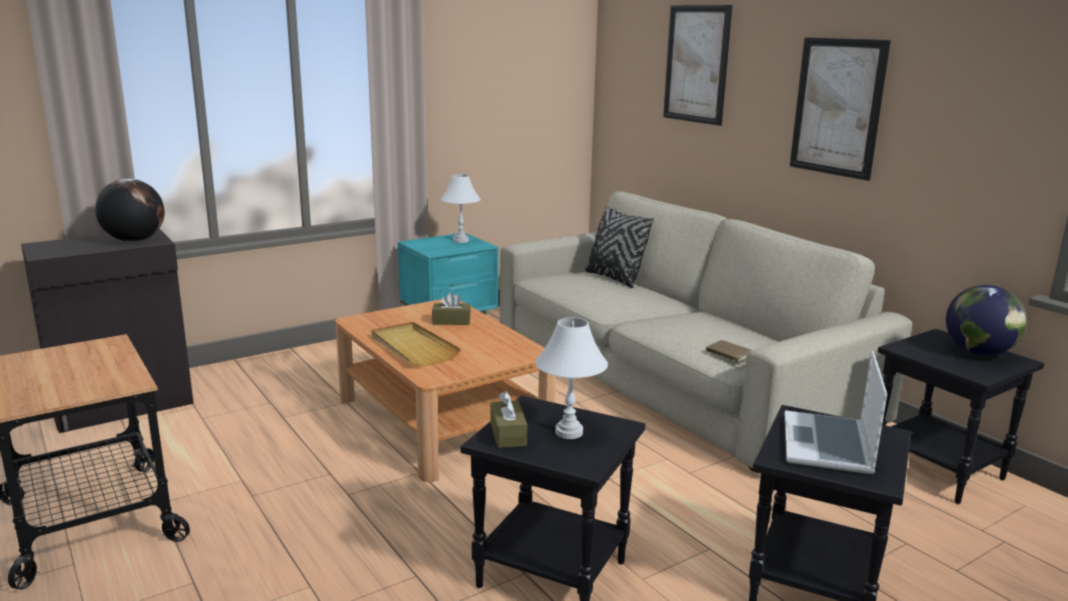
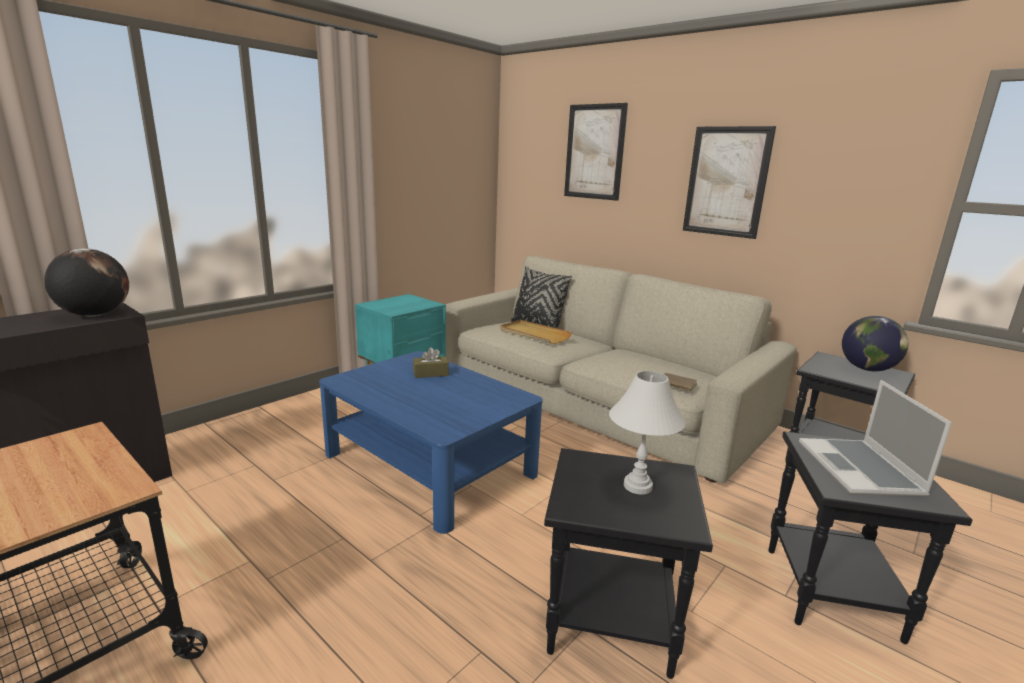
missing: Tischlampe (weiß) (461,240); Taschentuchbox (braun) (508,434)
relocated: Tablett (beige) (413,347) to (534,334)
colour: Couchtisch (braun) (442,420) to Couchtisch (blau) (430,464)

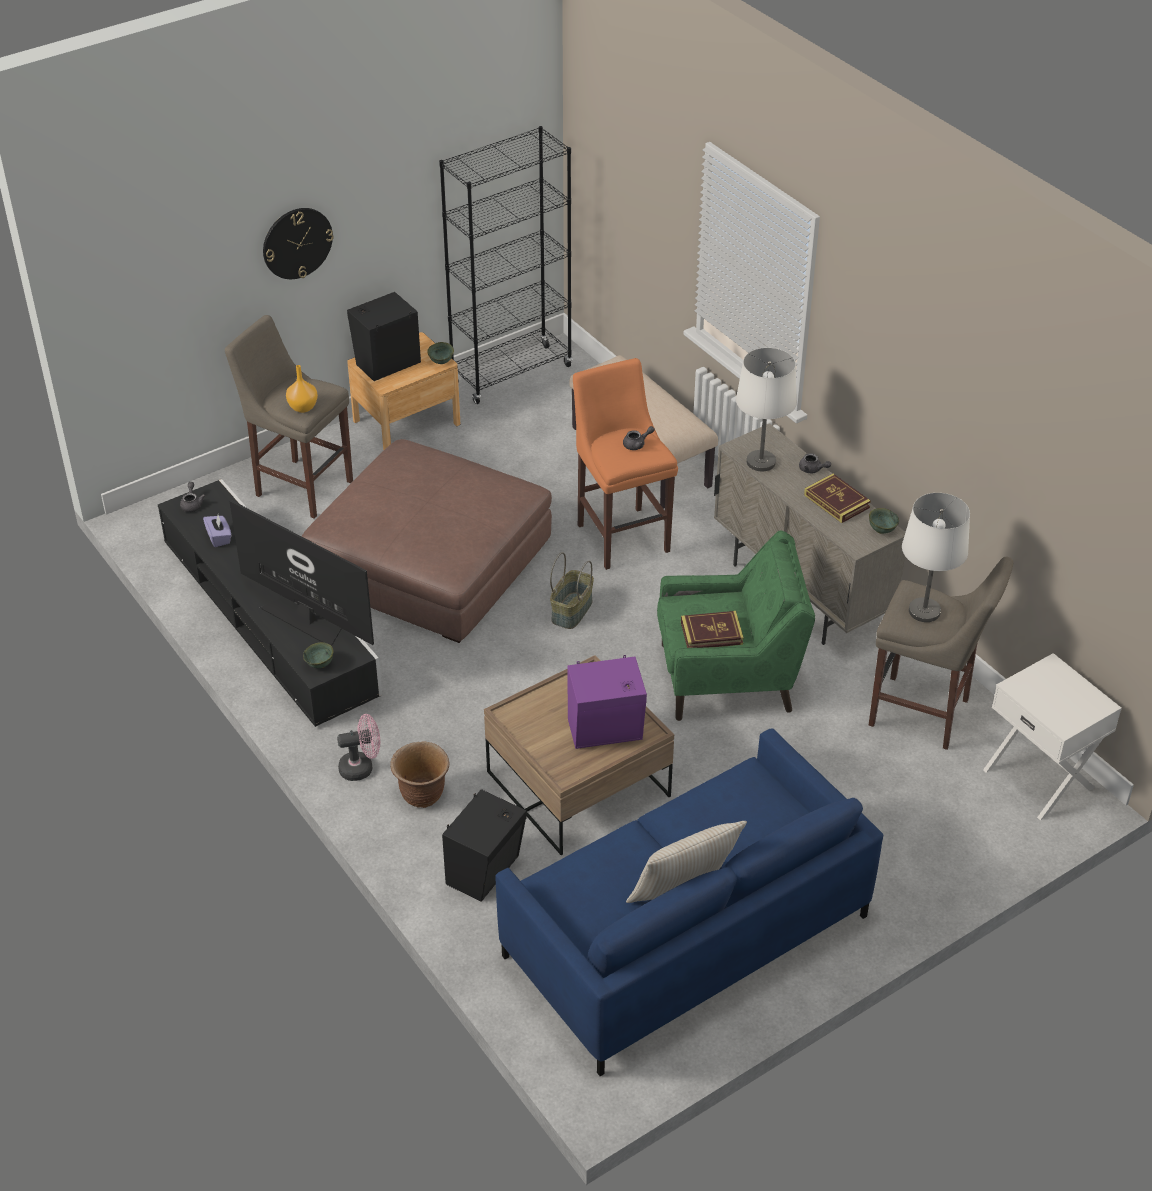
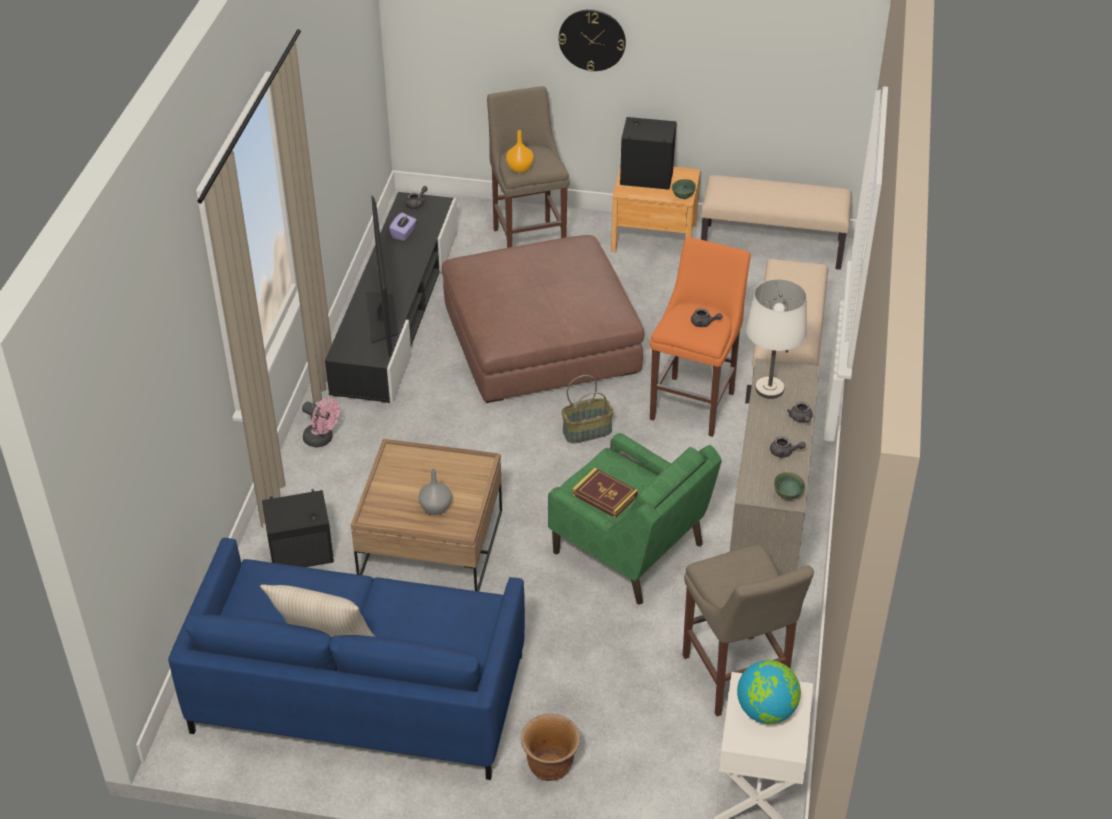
missing: Tischlampe (weiß) (924,611); Schüssel (grün) (320,665)
appeared: Globus (766,711)
relocated: Pflanzkübel (braun) (422,795) to (550,766)
exchanged: Bücherregal (schwarz) (511,374) to Bank (beige) (772,246); Buch (836,501) to Teekanne (grau) (784,452); Lautsprecher (lila) (607,732) to Vase (grau) (436,508)

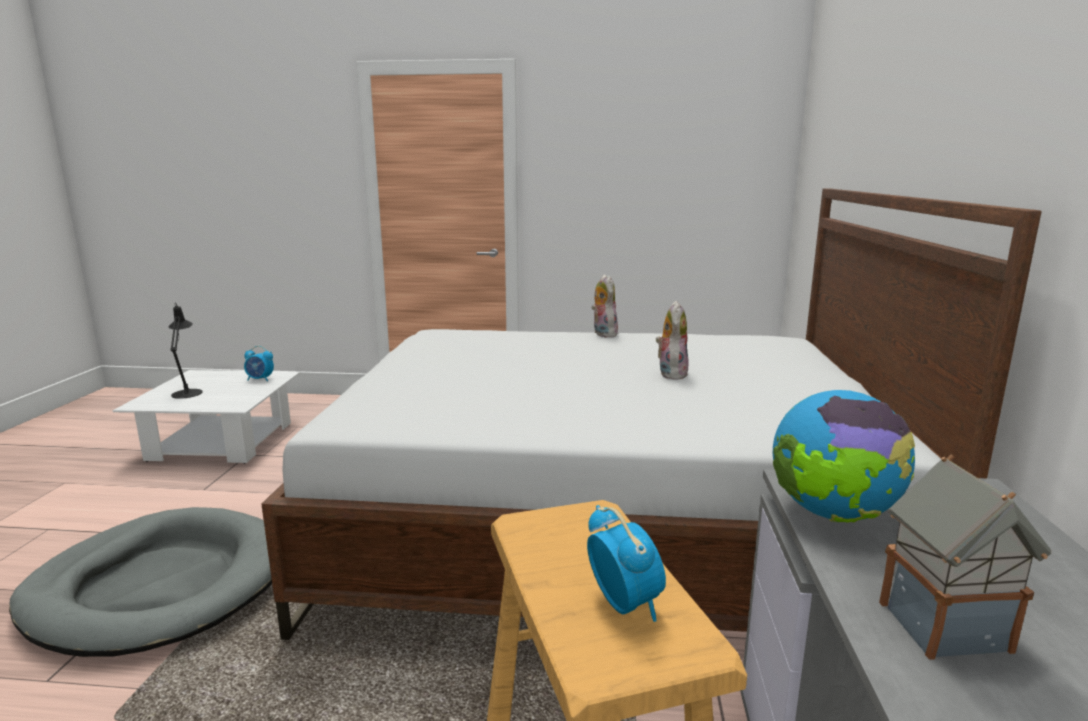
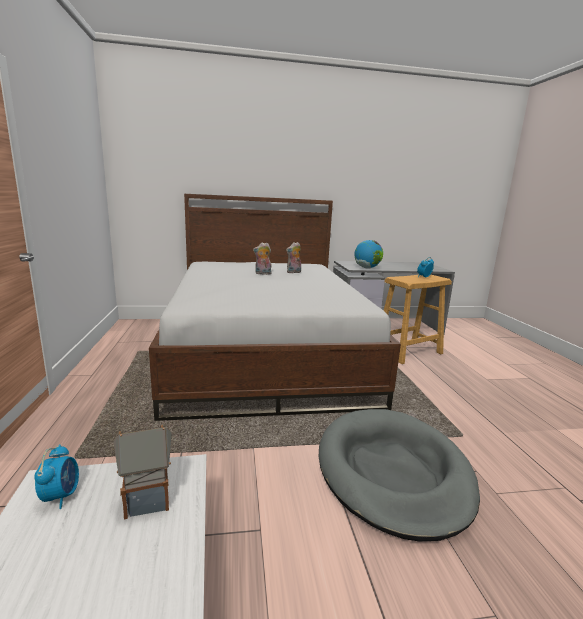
missing: Tischlampe (schwarz) (188,392)
relocated: Plüschtier (603,334) to (293,272); Spielzeughaus (946,629) to (148,498)

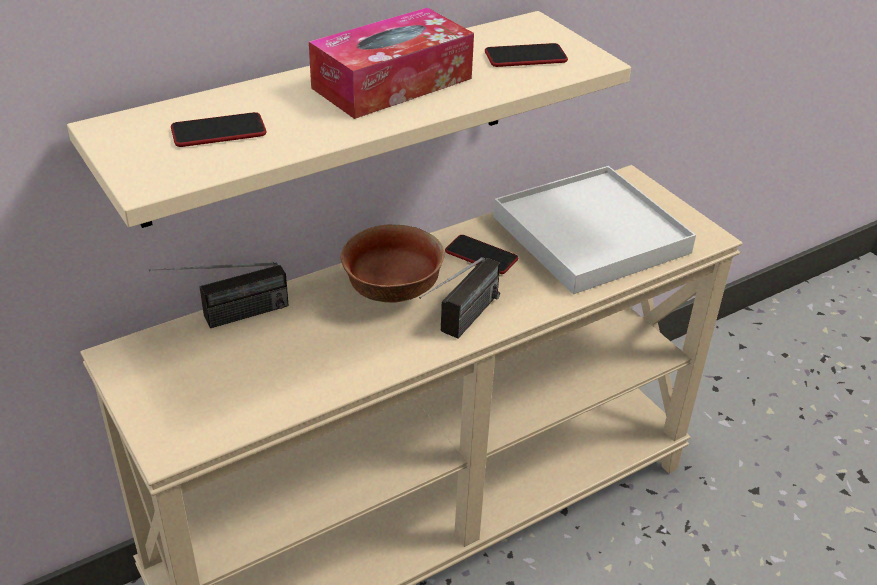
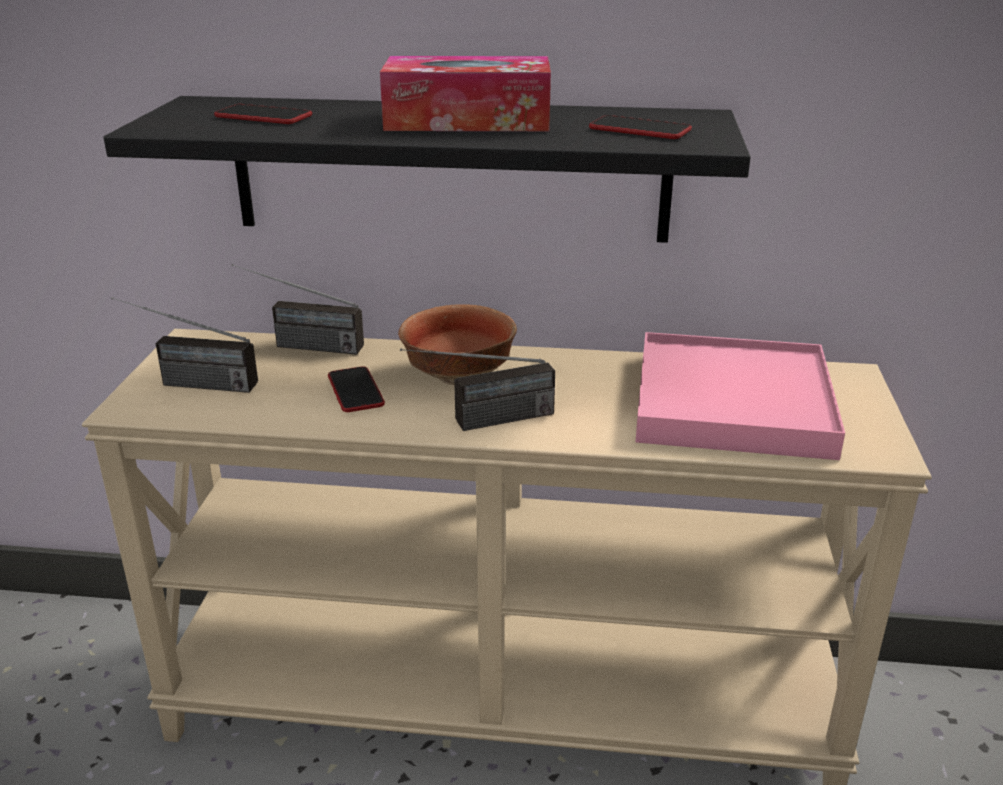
appeared: Radio (186,383)
relocated: Handy (481,255) to (355,391)
colour: Wandregal (beige) (331,117) to Wandregal (schwarz) (449,169); Tablett (weiß) (590,235) to Tablett (rosa) (731,403)

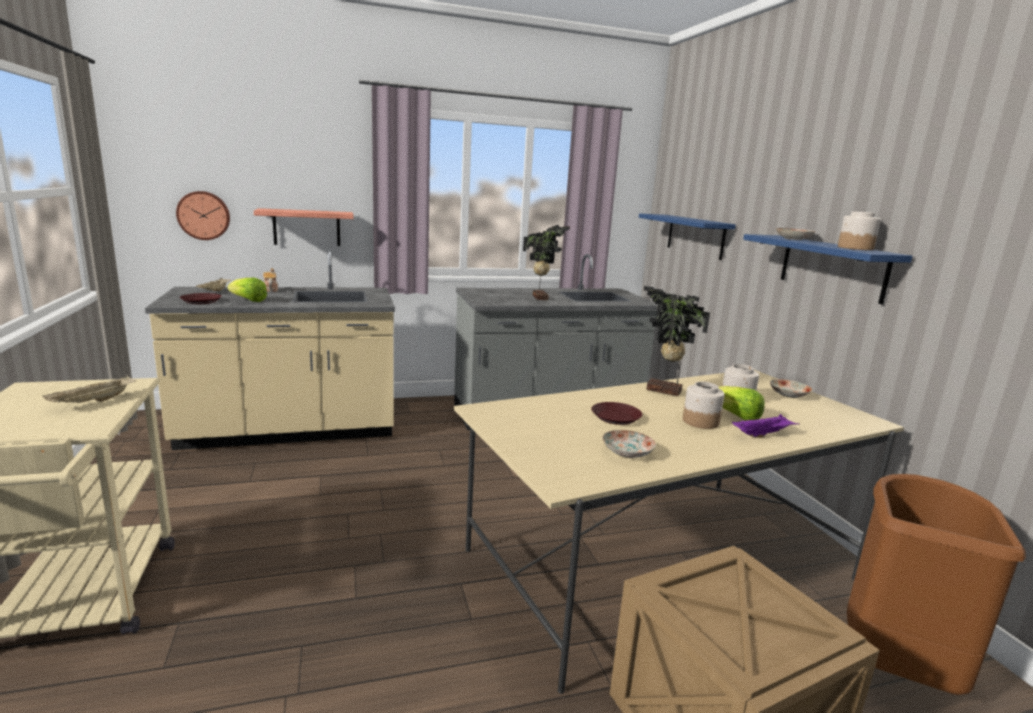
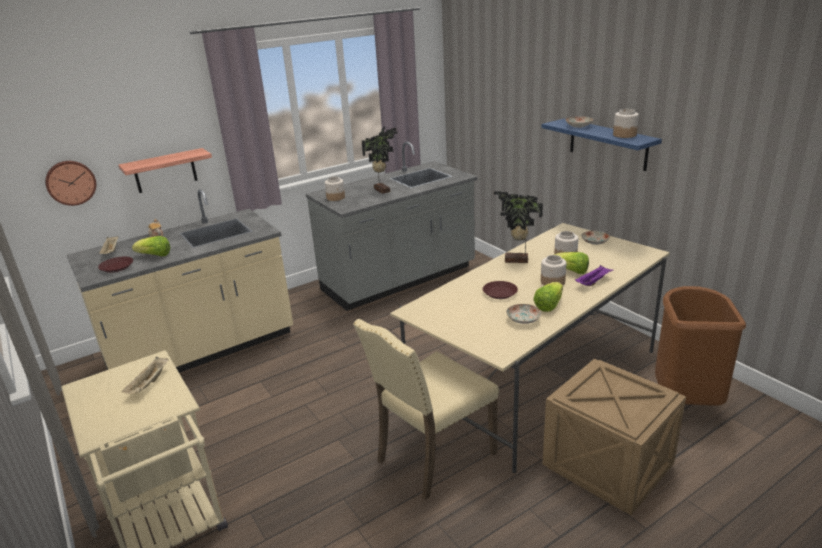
missing: Wandregal (blau) (695,236)
appeared: Vorratsglas (336,198); Salatkopf (548,305); Stuhl (beige) (432,457)

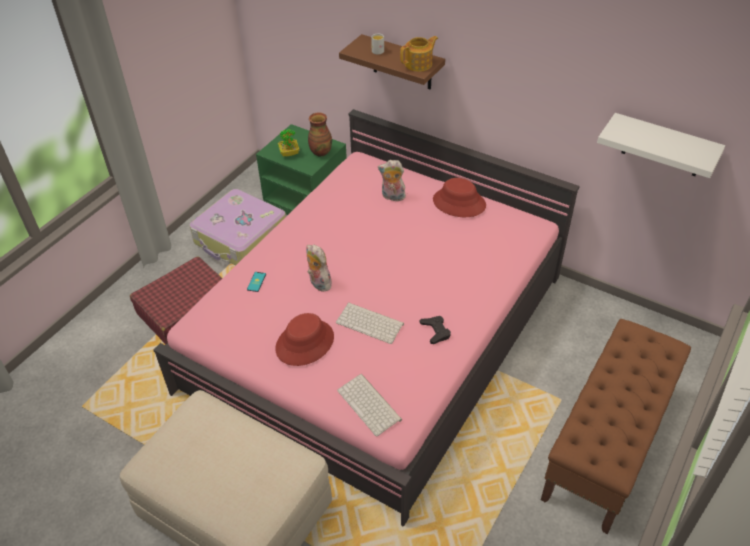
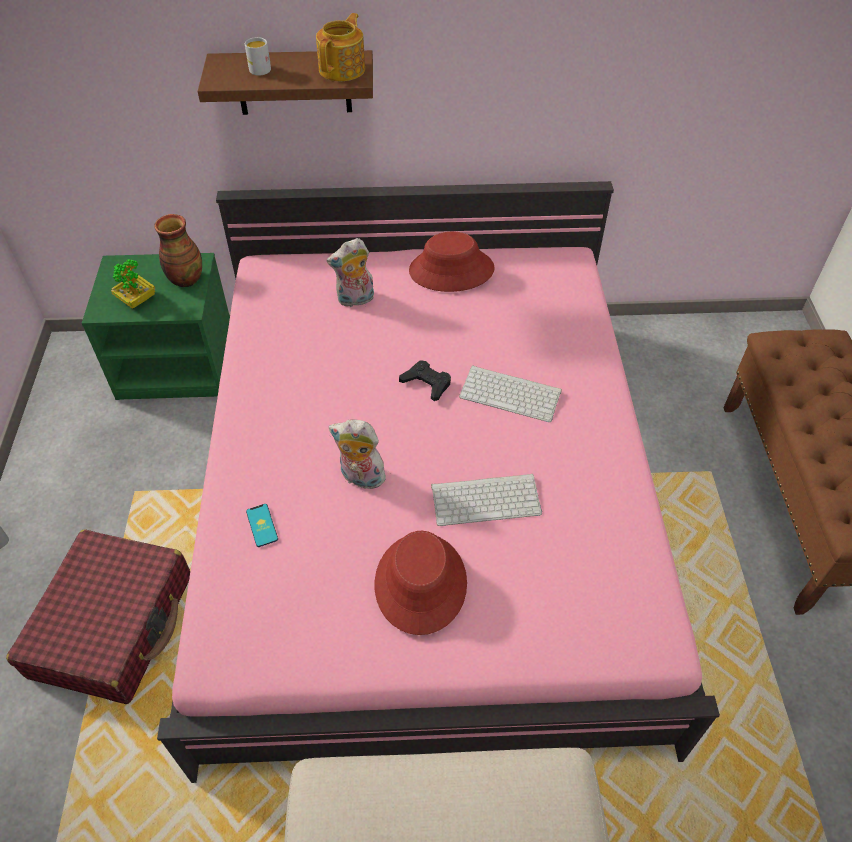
missing: Wandregal (weiß) (663,146); Koffer (240,238)
relocated: Gamepad (schwarz) (435,331) to (426,383); Tastatur (370,405) to (512,393)

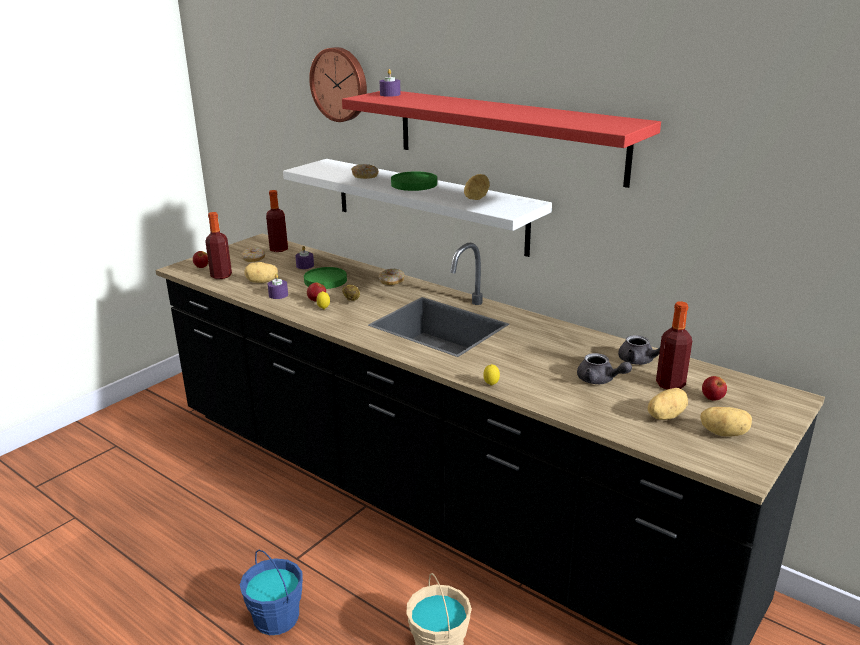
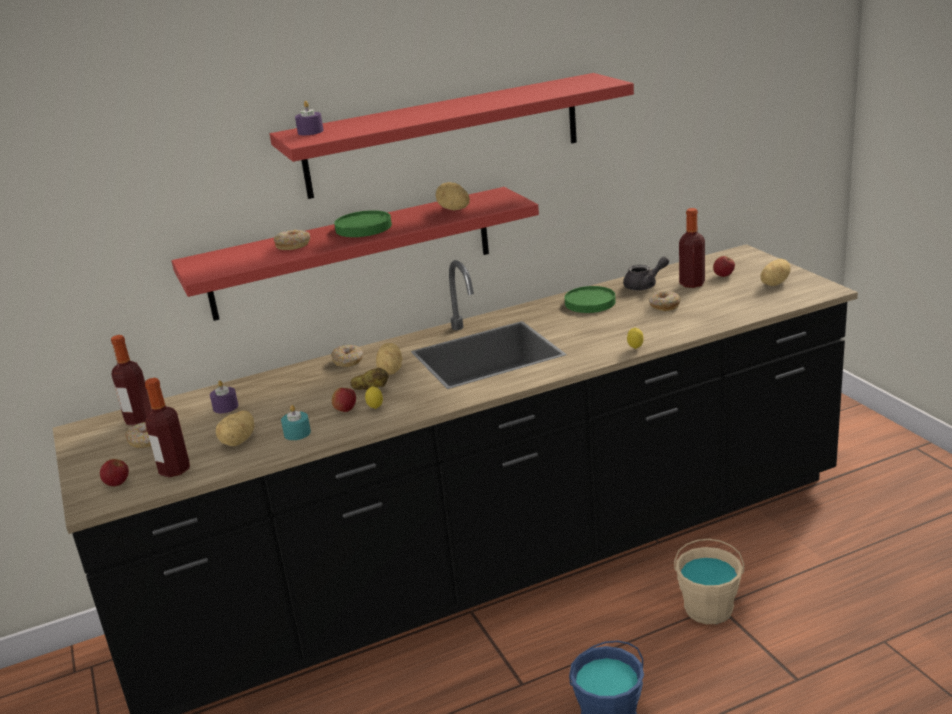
missing: Wanduhr (340,84)
relocated: Teller (grün) (326,280) to (590,302); Kartoffel (664,416) to (389,371)
exchanged: Teekanne (grau) (600,380) to Donut (664,306)
colour: Wandregal (weiß) (428,205) to Wandregal (rot) (352,253); Kerze (lila) (278,295) to Kerze (türkis) (297,433)

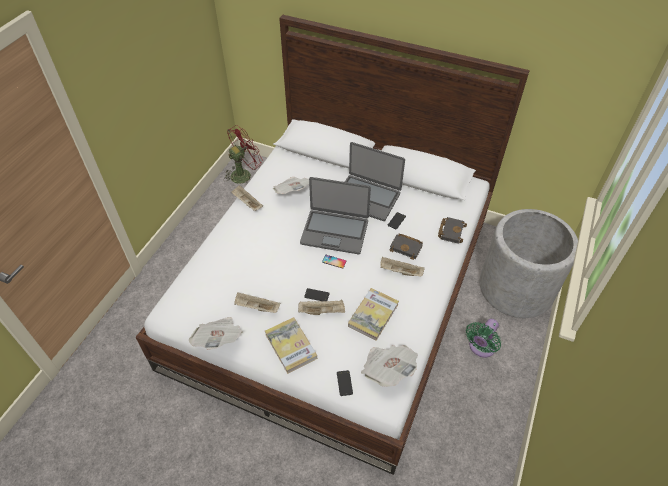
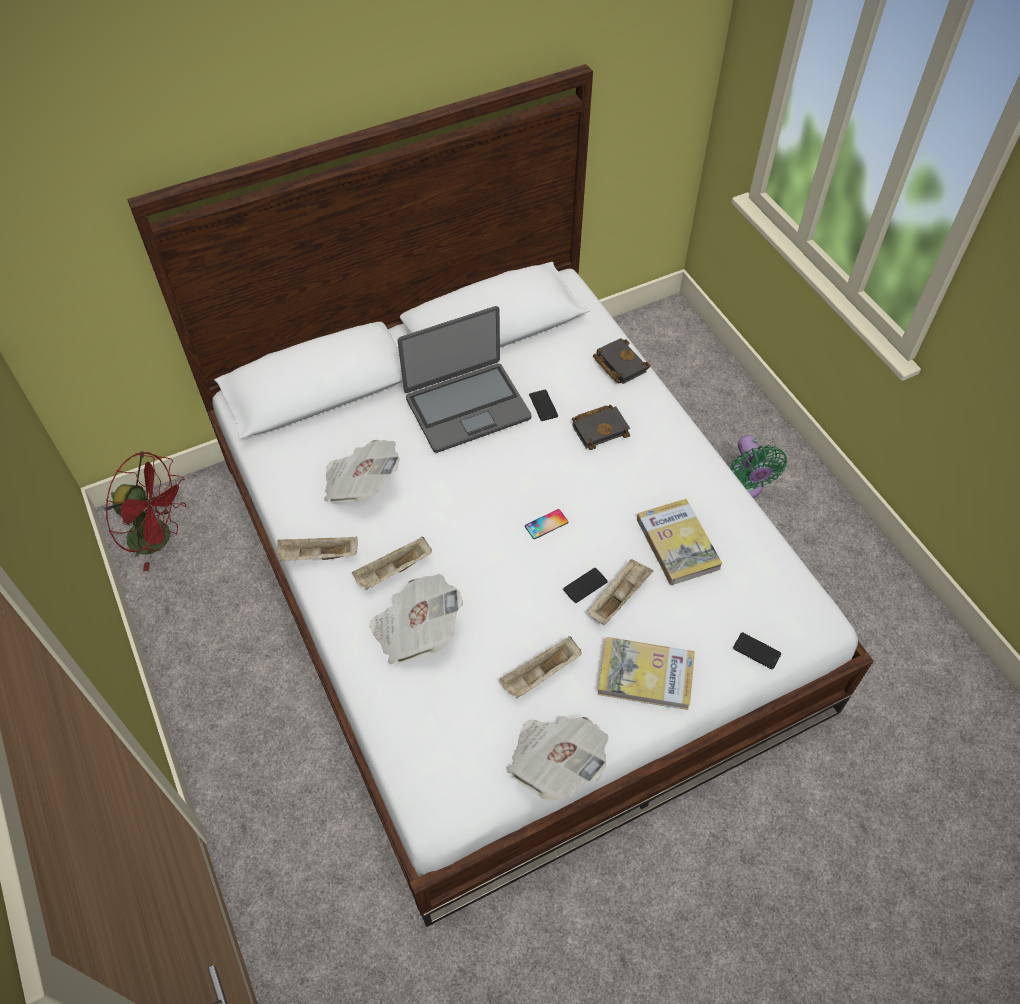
missing: Laptop (335,231); Pflanzkübel (grau) (516,288)
relocated: Tablett (beige) (400,272) to (393,571); Zeitung (387,370) to (416,630)
spun: Ventilator (rot) (244,174) = (159,538) 105 degrees clockwise

